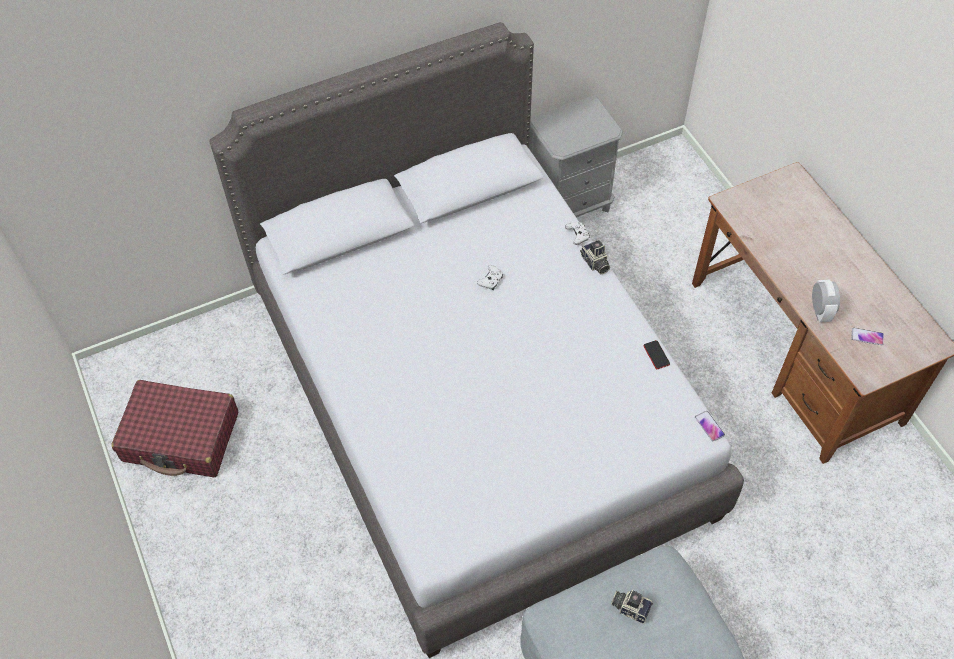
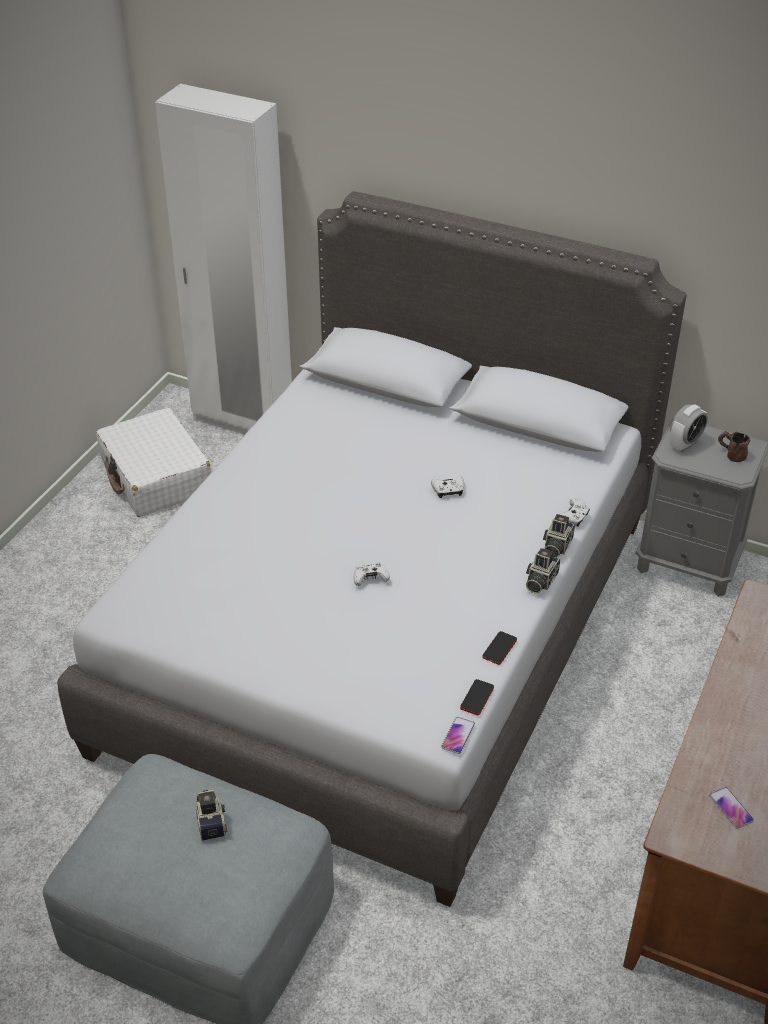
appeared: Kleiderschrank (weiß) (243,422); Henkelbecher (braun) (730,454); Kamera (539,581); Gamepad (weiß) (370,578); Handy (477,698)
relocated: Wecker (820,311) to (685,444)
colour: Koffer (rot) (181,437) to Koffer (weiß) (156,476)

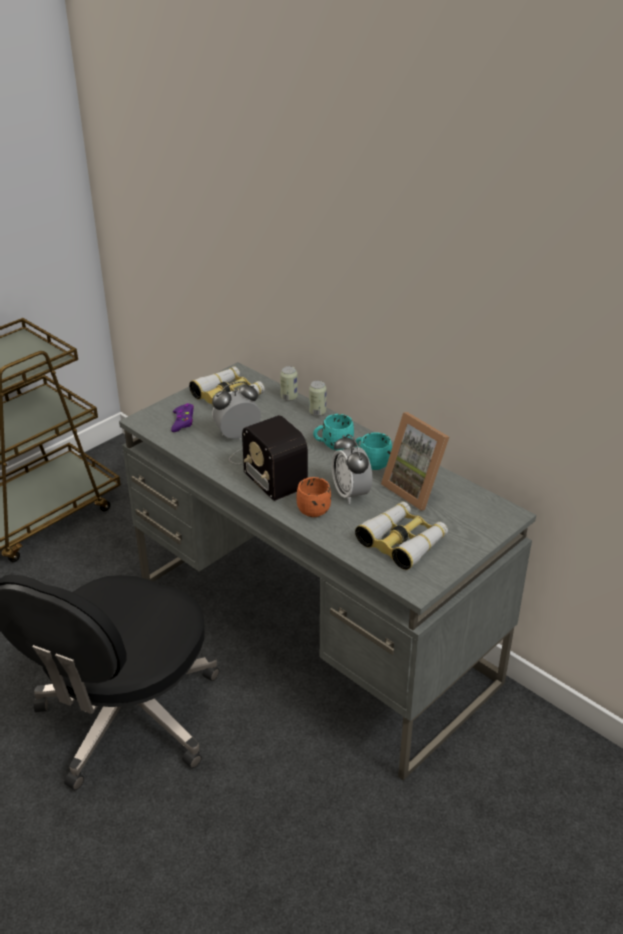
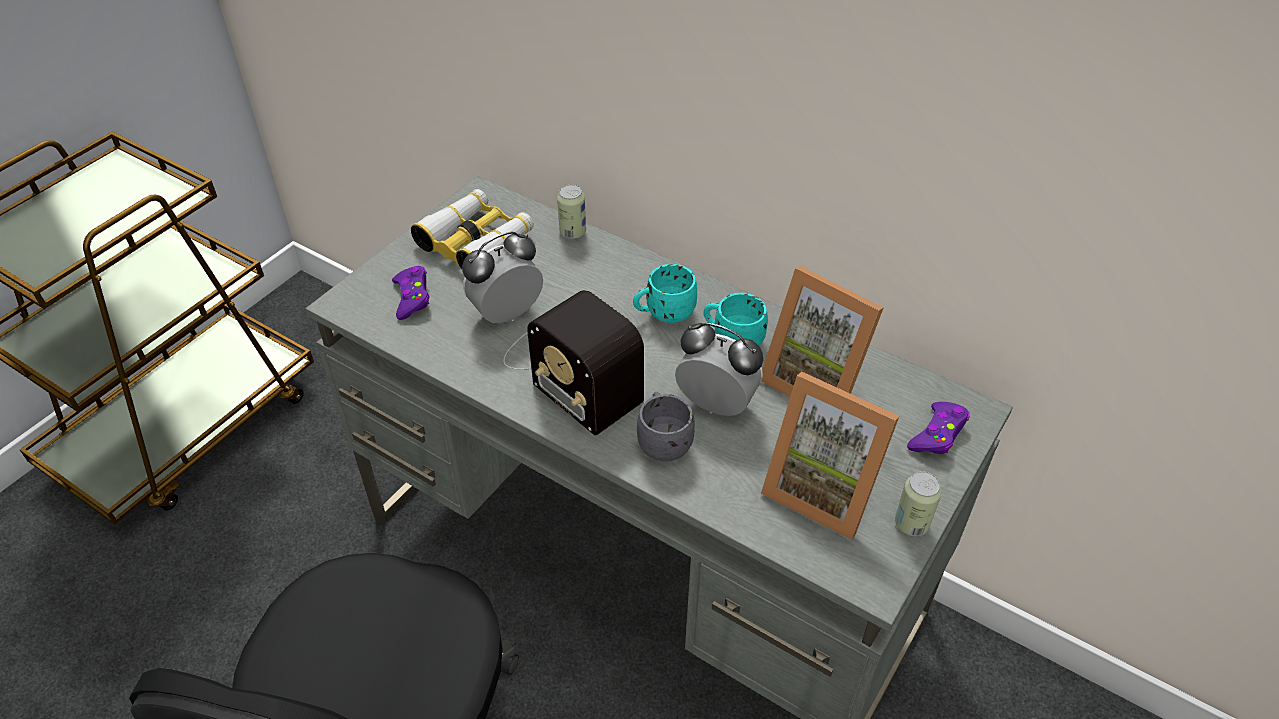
appeared: Gamepad (lila) (938,434)
relocated: Dose (317,412) to (911,523)
exchanged: Fernglas (402,541) to Bilderrahmen (823,489)
colour: Henkelbecher (orange) (313,508) to Henkelbecher (grau) (663,441)
spun: Wecker (351,494) = (716,405) 150 degrees clockwise

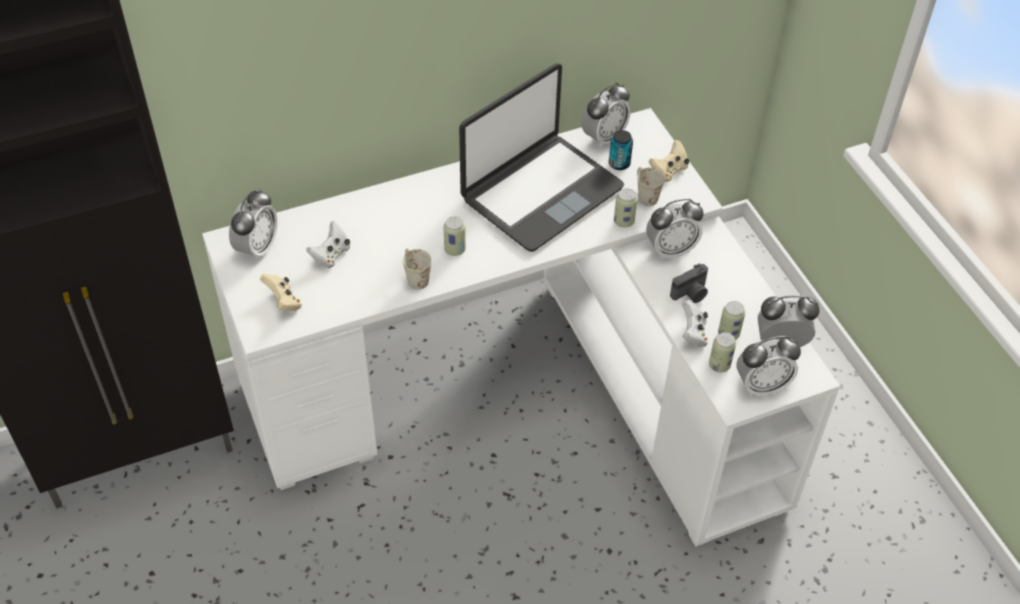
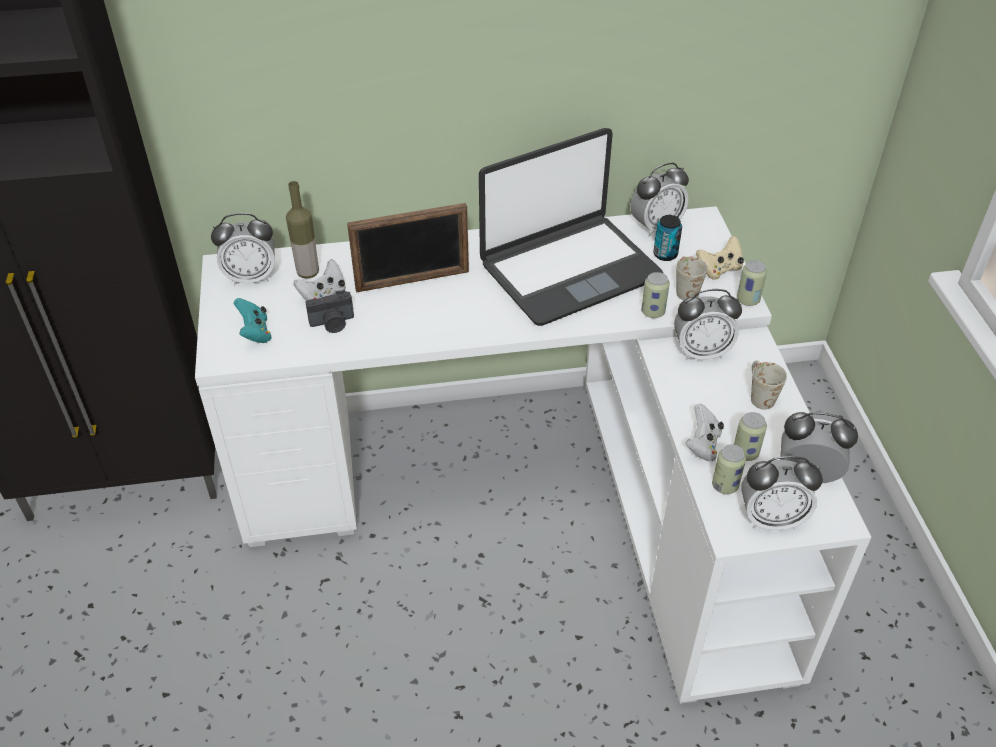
appeared: Flasche (308,272); Bilderrahmen (412,281)
relocated: Dose (455,249) to (748,300); Henkelbecher (weiß) (415,277) to (759,395); Kamera (691,294) to (333,324)
colour: Gamepad (beige) (283,302) to Gamepad (türkis) (255,333)
spun: Wecker (257,248) = (251,277) 45 degrees clockwise

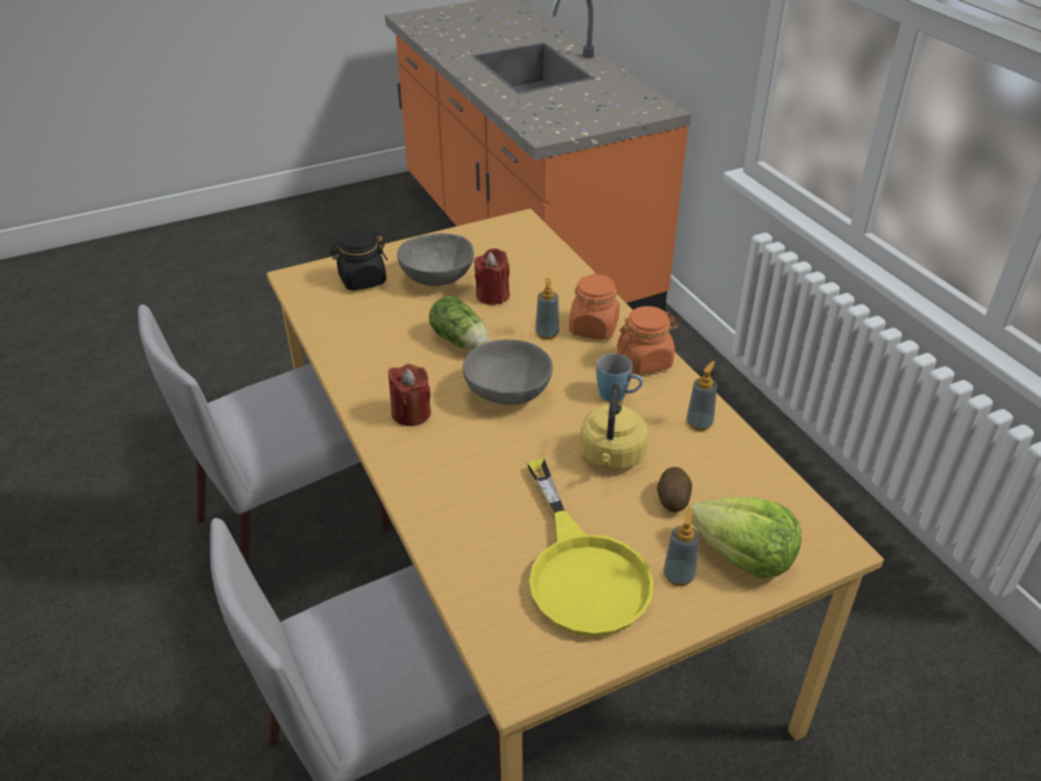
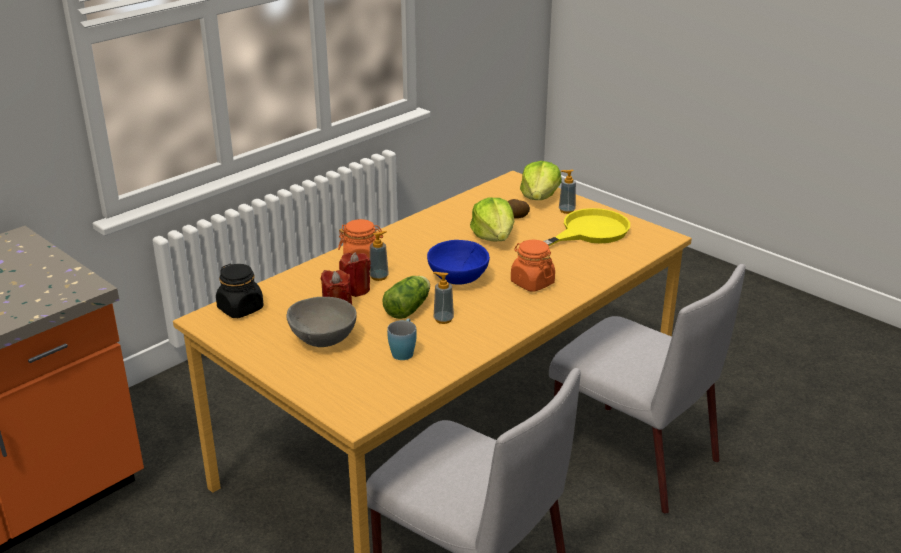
relocated: Vorratsglas (schwarz) (362,280) to (241,309); Vorratsglas (orange) (645,361) to (532,283); Henkelbecher (blau) (618,396) to (404,351); Seifenspender (699,423) to (443,319); Kerze (rot) (411,413) to (355,289)
exchanged: Wasserkessel (gelb) (612,457) to Salatkopf (494,237)
colour: Schüssel (grau) (509,394) to Schüssel (blau) (458,278)

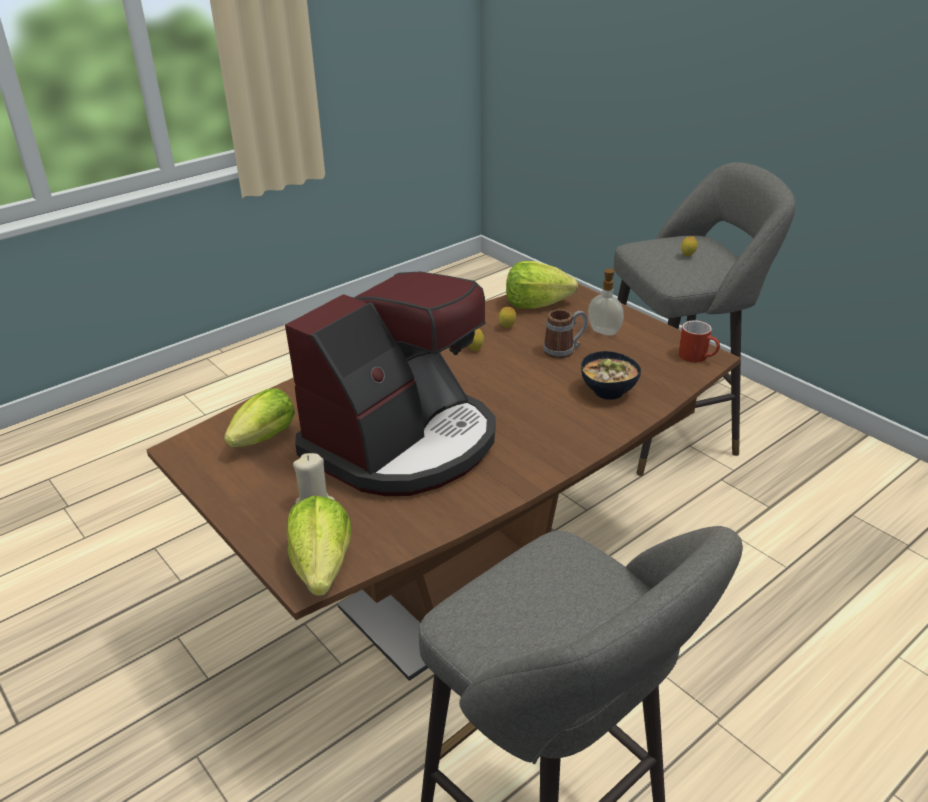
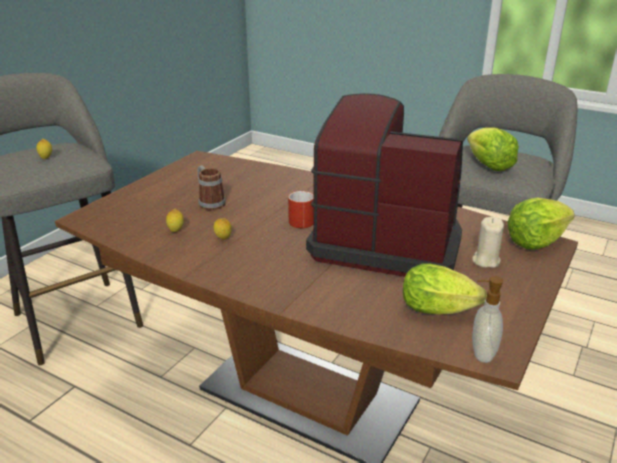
missing: Schüssel (609,391)
relocated: Salatkopf (536,304) to (488,165); Seifenspender (604,331) to (481,353); Henkelbecher (rot) (698,357) to (302,220)

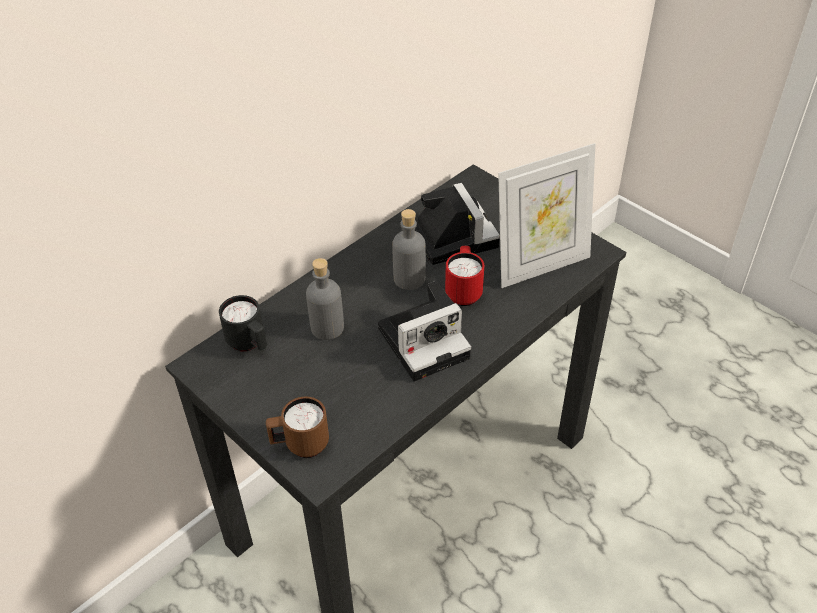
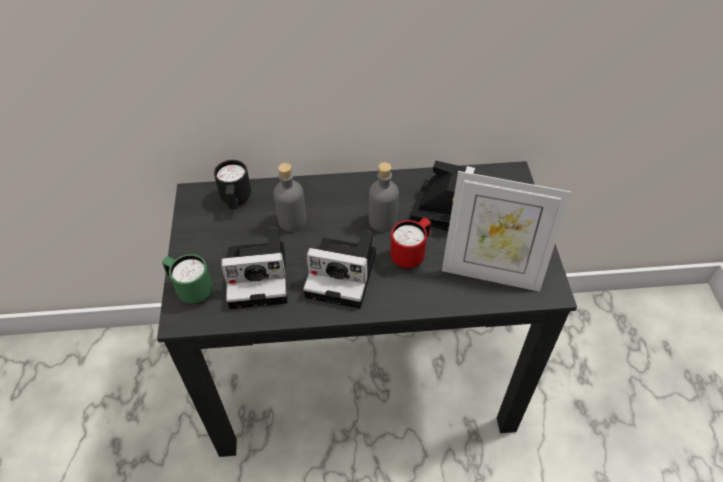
appeared: Kamera (261,275)
colour: Henkelbecher (braun) (300,445) to Henkelbecher (grün) (191,290)

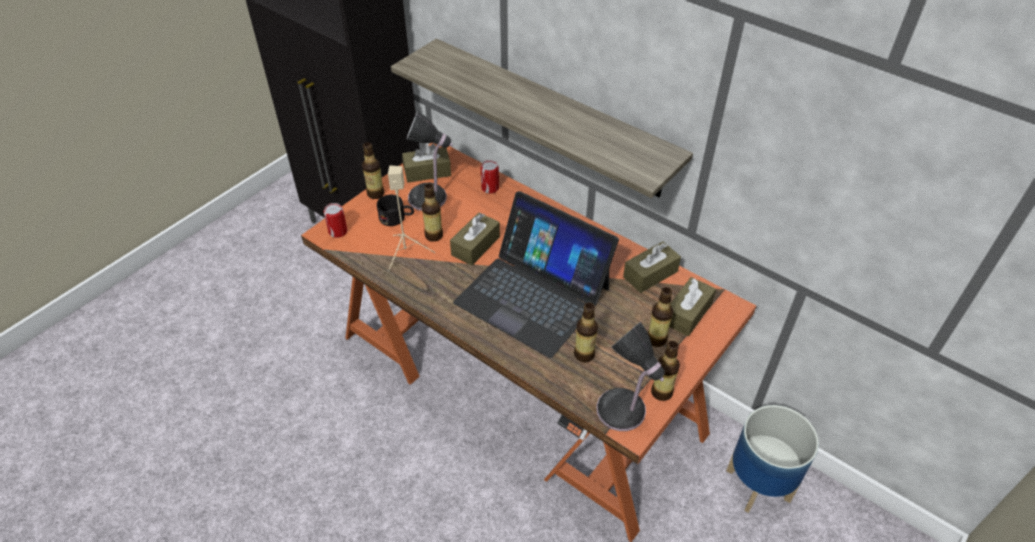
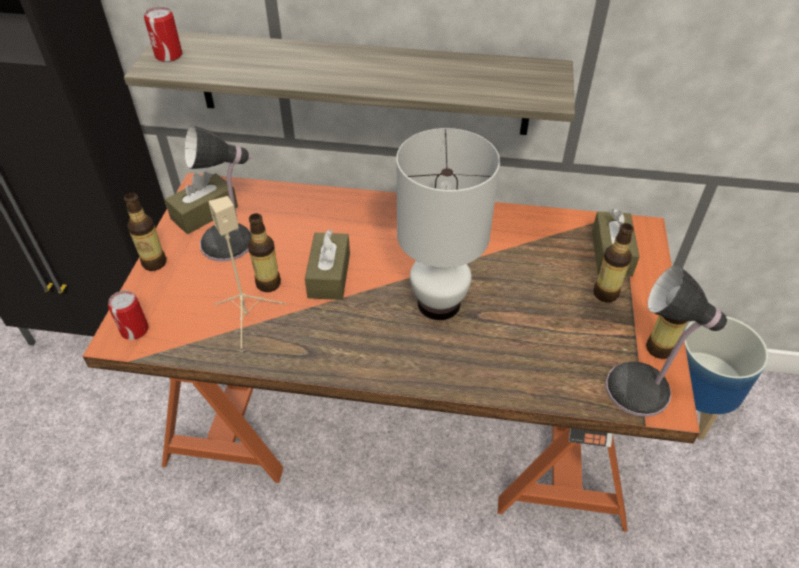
missing: Henkelbecher (schwarz) (397,218); Taschentuchbox (braun) (650,274); Flasche (584,354)
relocated: Dose (490,188) to (168,55)
exchanged: Laptop (533,295) to Tischlampe (weiß) (439,303)

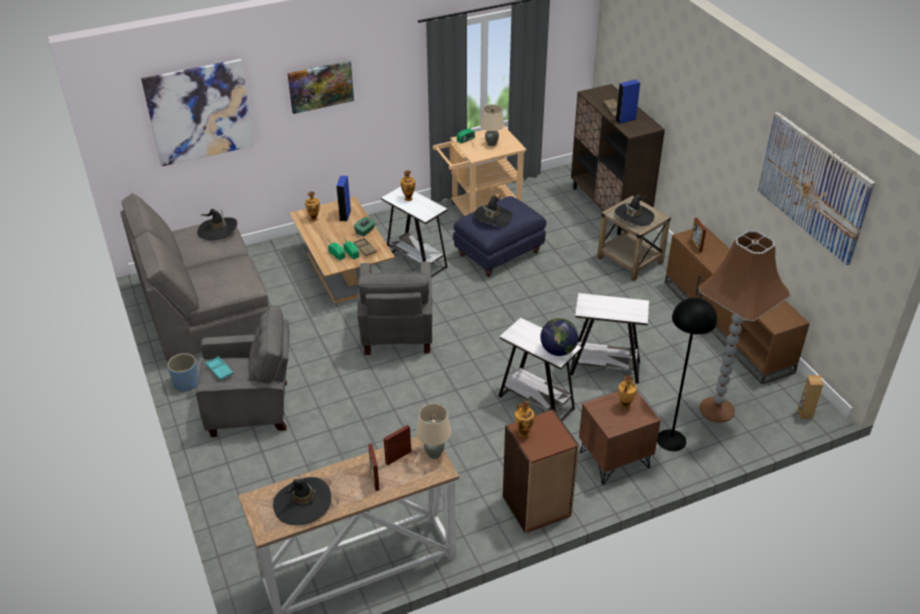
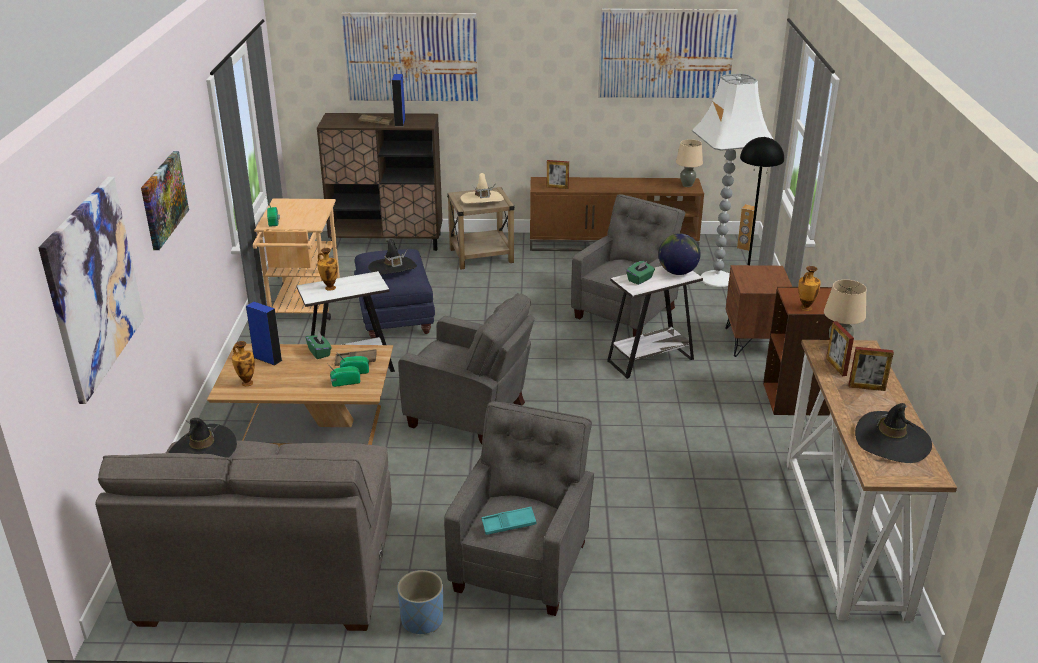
missing: Vase (625,406)
appeared: Bild (411,57); Taschentuchbox (grün) (640,280)
relocated: Tischlampe (beige) (491,144) to (687,185)
exchanged: Beistelltisch (weiß) (605,368) to Sessel (grau) (626,312)
colour: Hut (schwarz) (634,216) to Hut (beige) (482,200); Stehlampe (braun) (716,409) to Stehlampe (weiß) (716,279)

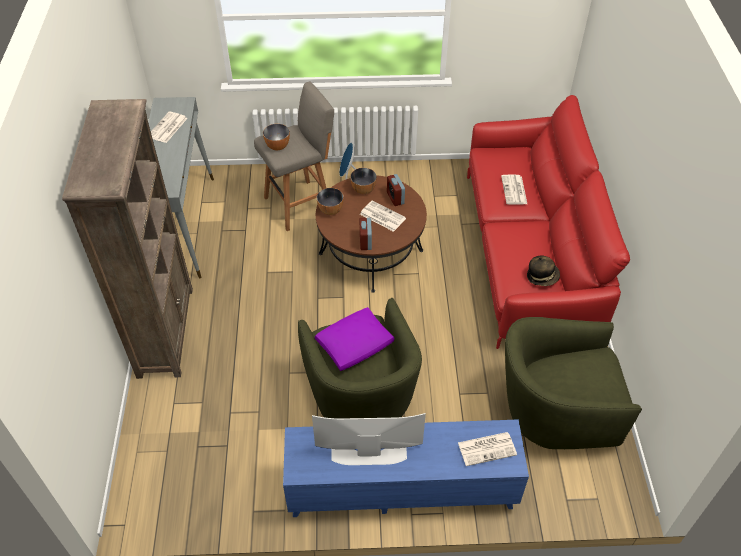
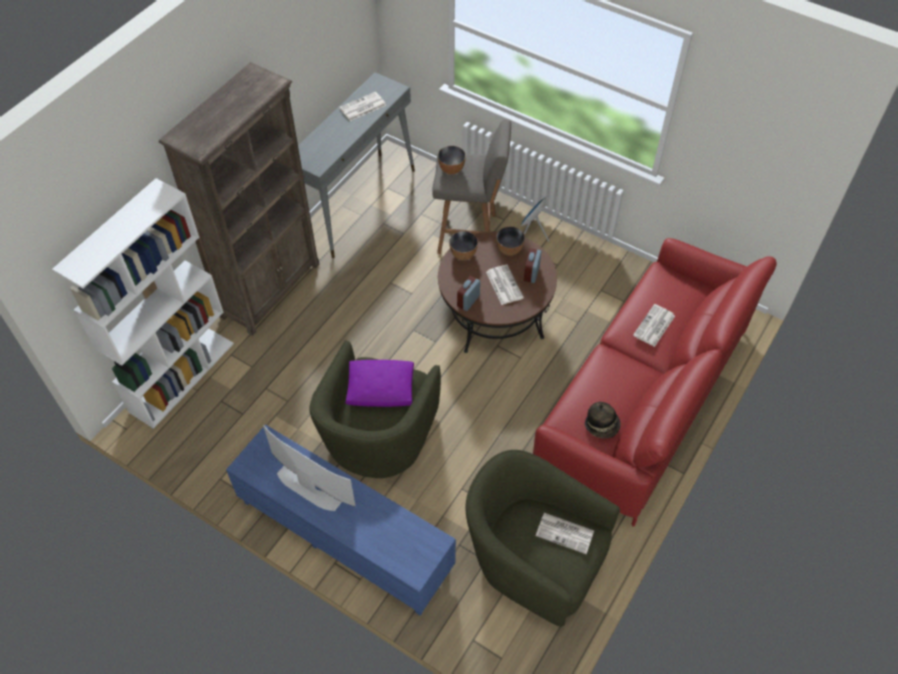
appeared: Bücherregal (weiß) (182,376)
relocated: Zeitung (487,448) to (565,533)

